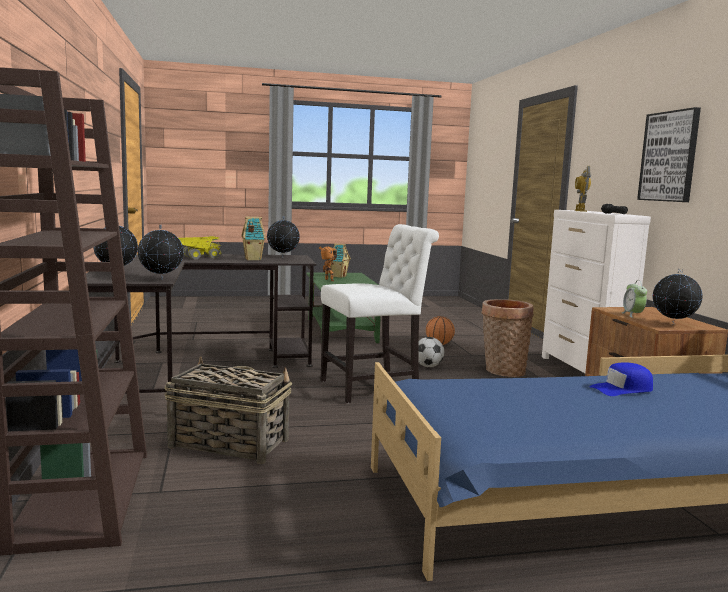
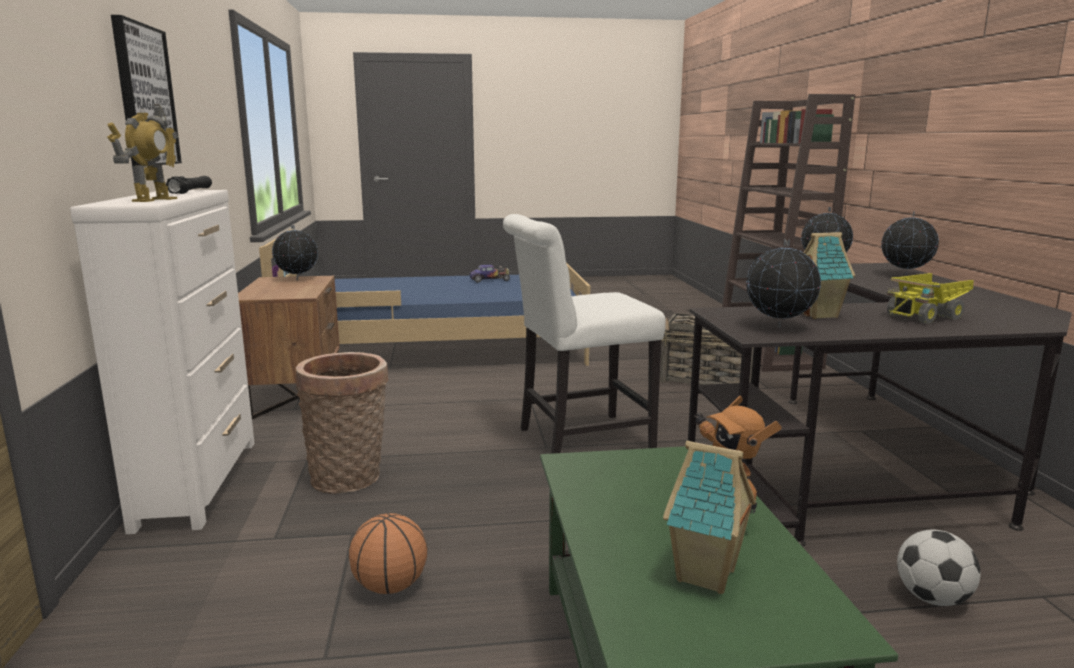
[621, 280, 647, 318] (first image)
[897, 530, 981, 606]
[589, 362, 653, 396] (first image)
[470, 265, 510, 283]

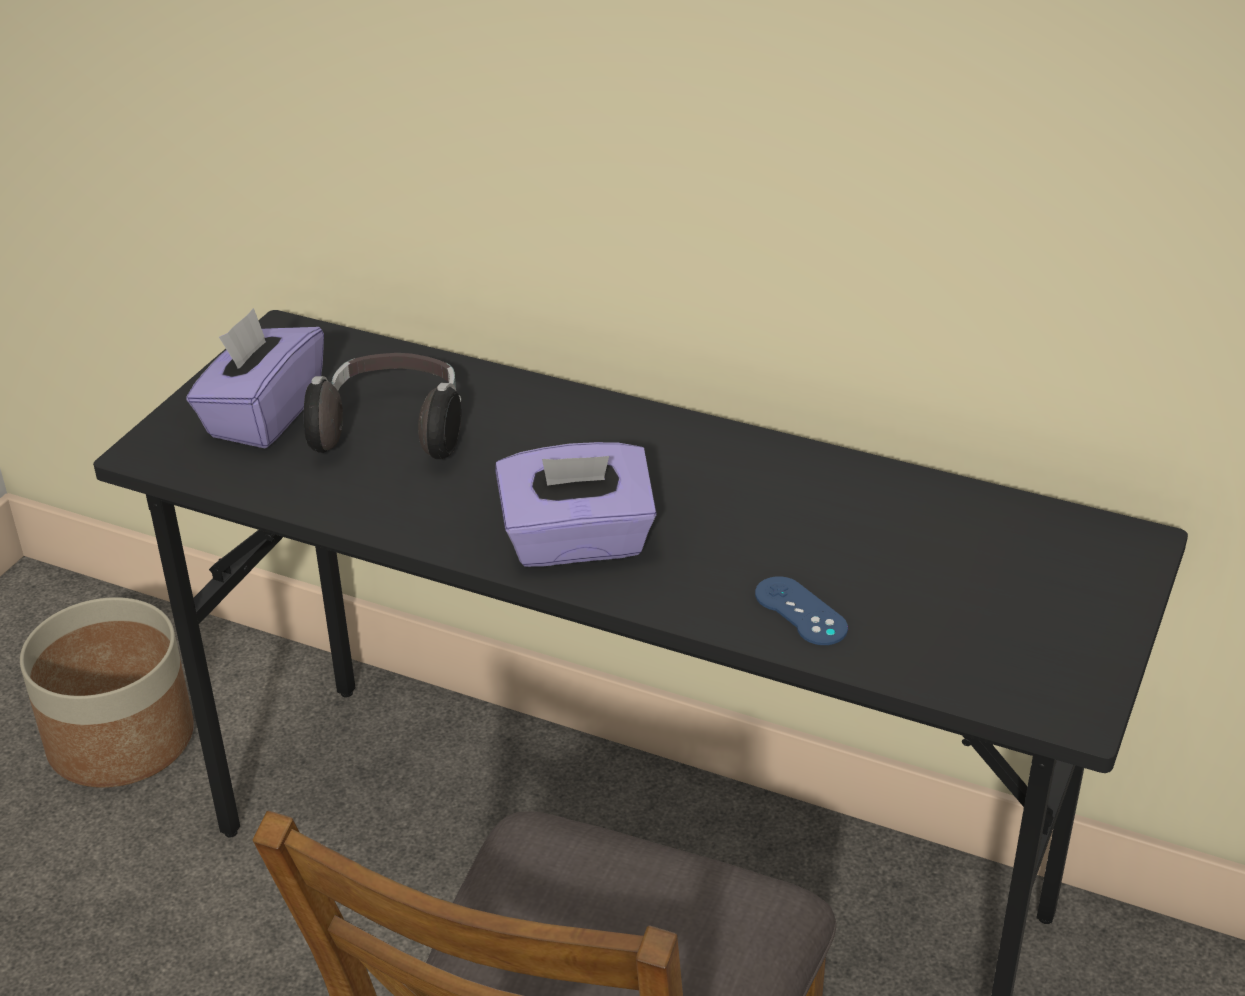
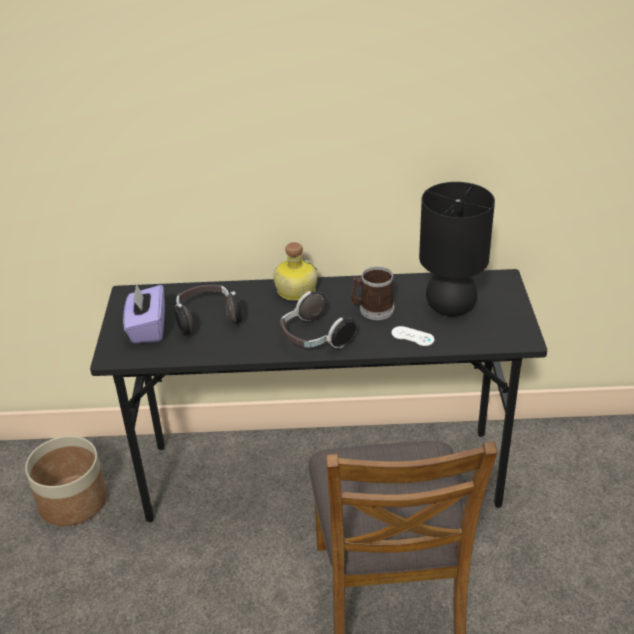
[280, 291, 356, 348]
[392, 326, 434, 346]
[419, 182, 495, 316]
[273, 242, 318, 301]
[351, 267, 394, 320]

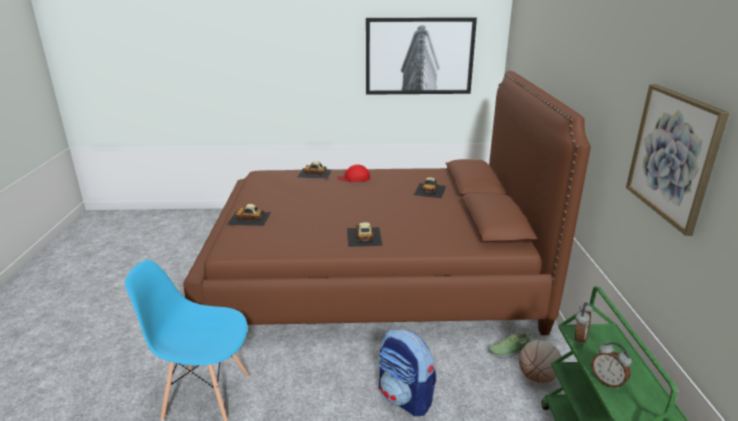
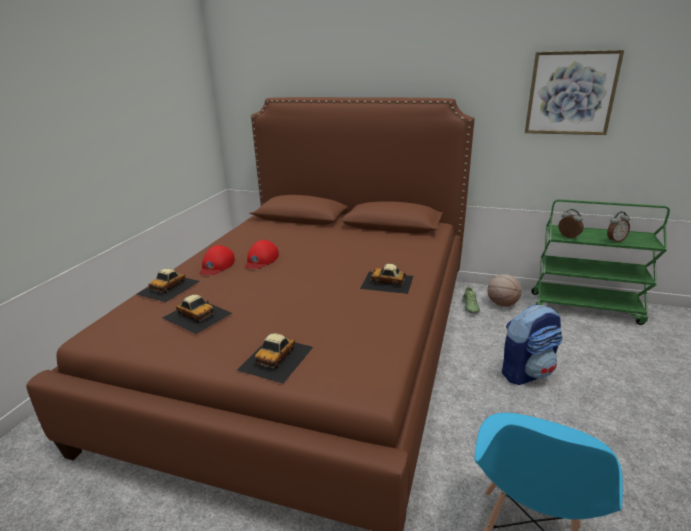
[366, 17, 477, 95] (first image)
[162, 294, 232, 334]
[245, 240, 279, 269]

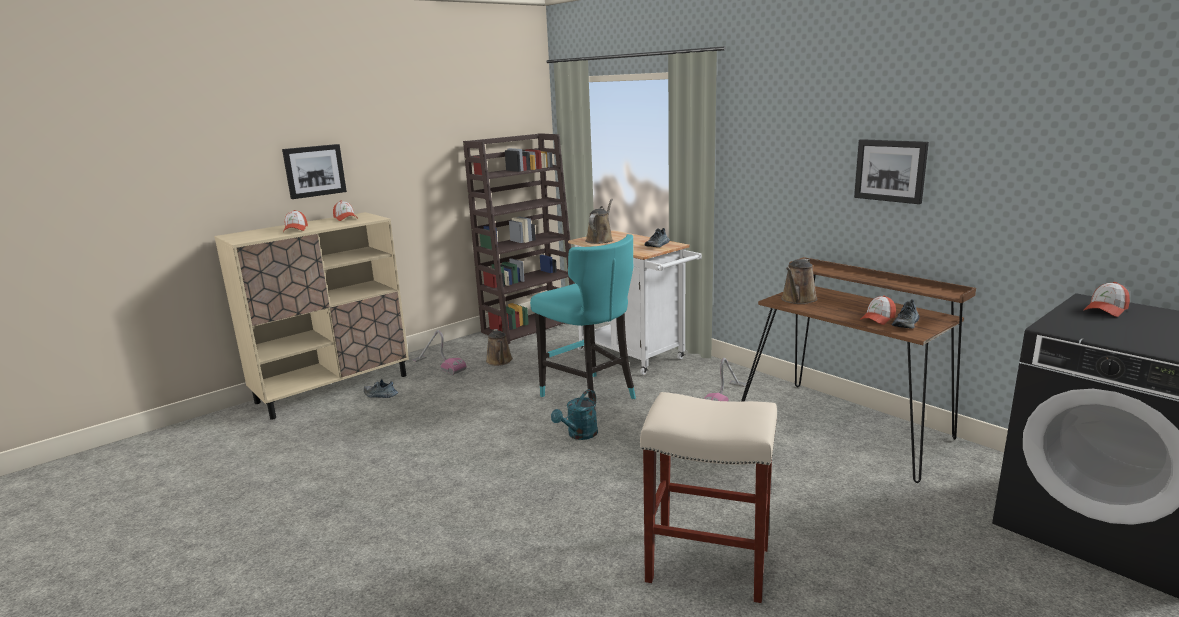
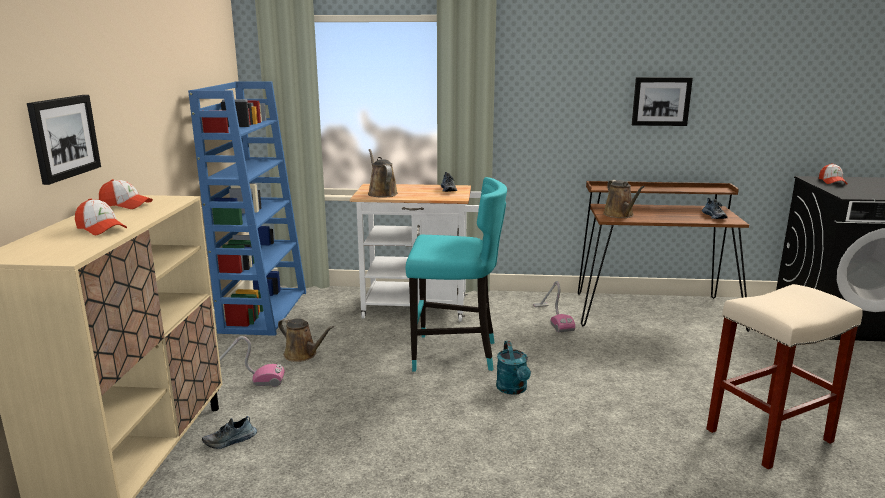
[188, 81, 306, 336]
[860, 295, 896, 325] (first image)

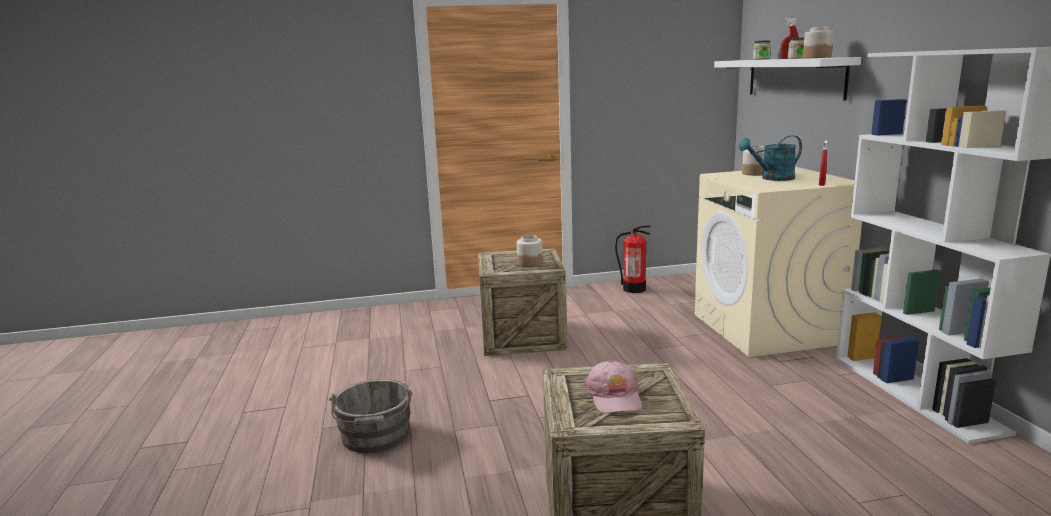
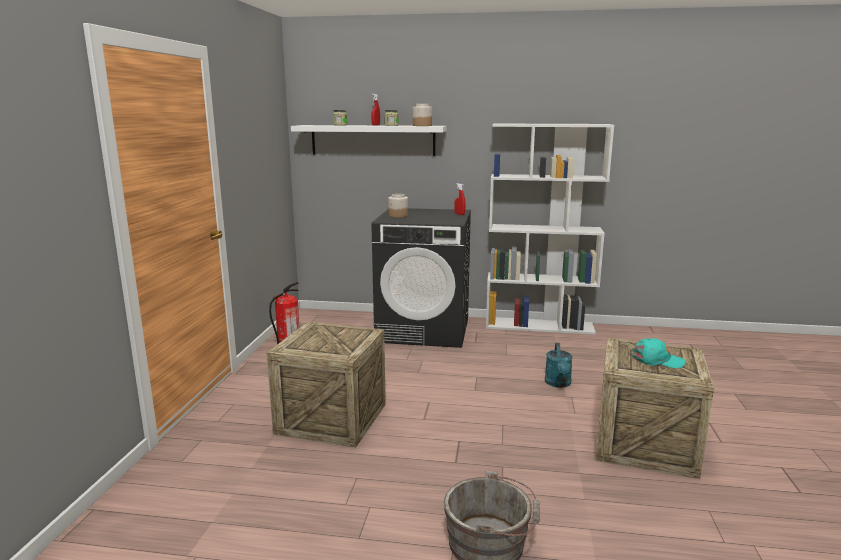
[545, 343, 573, 388]
[371, 208, 471, 348]
[517, 235, 543, 267] (first image)
[632, 338, 685, 368]

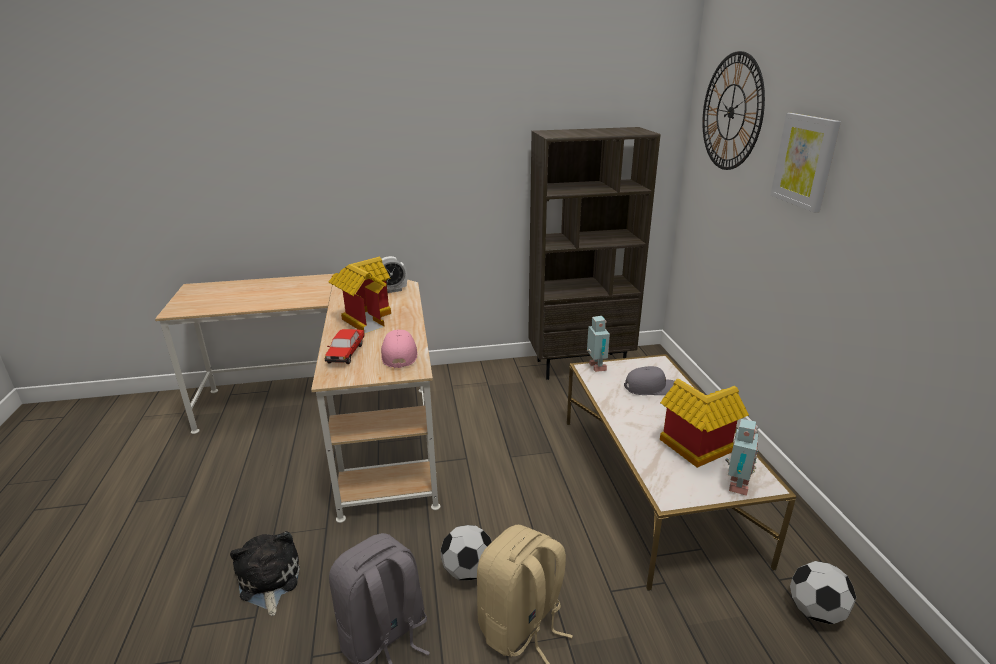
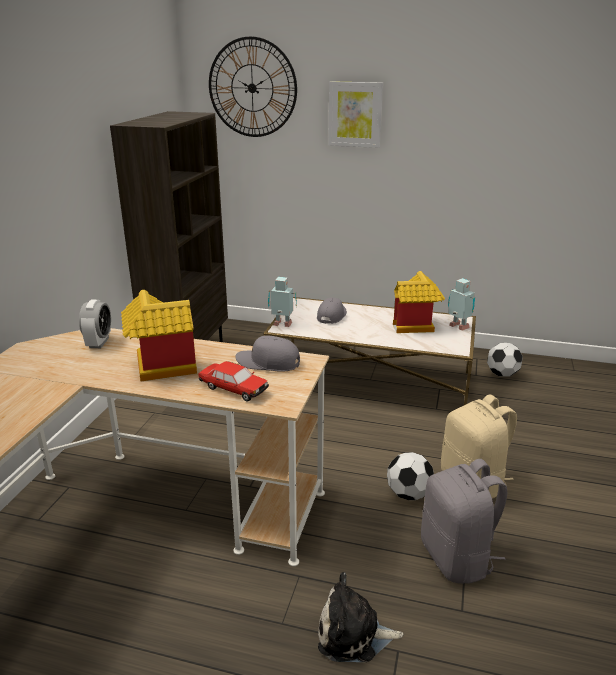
[235, 336, 300, 372]

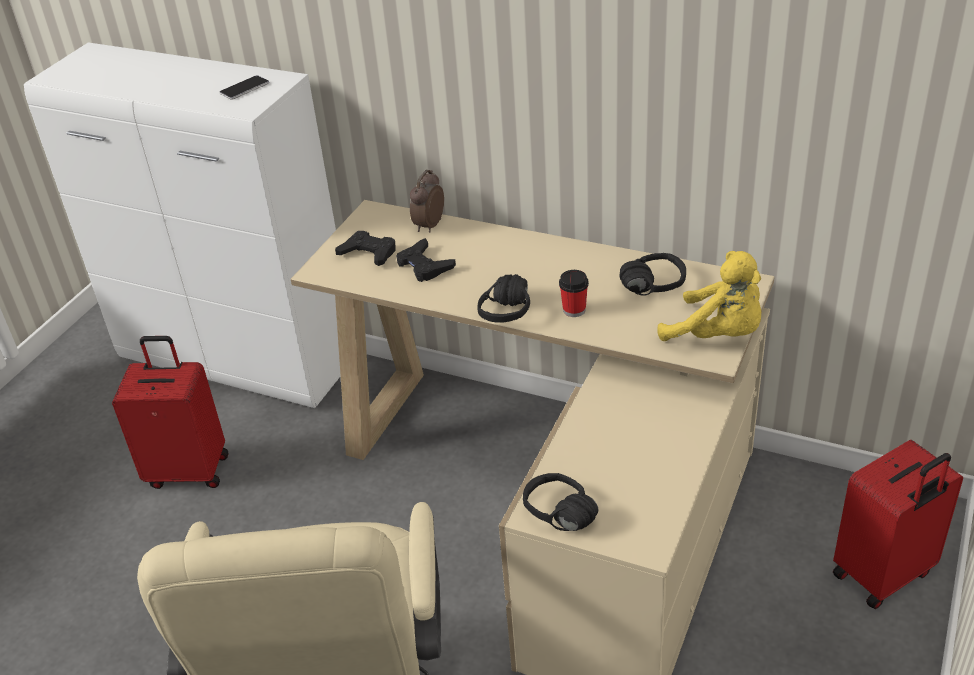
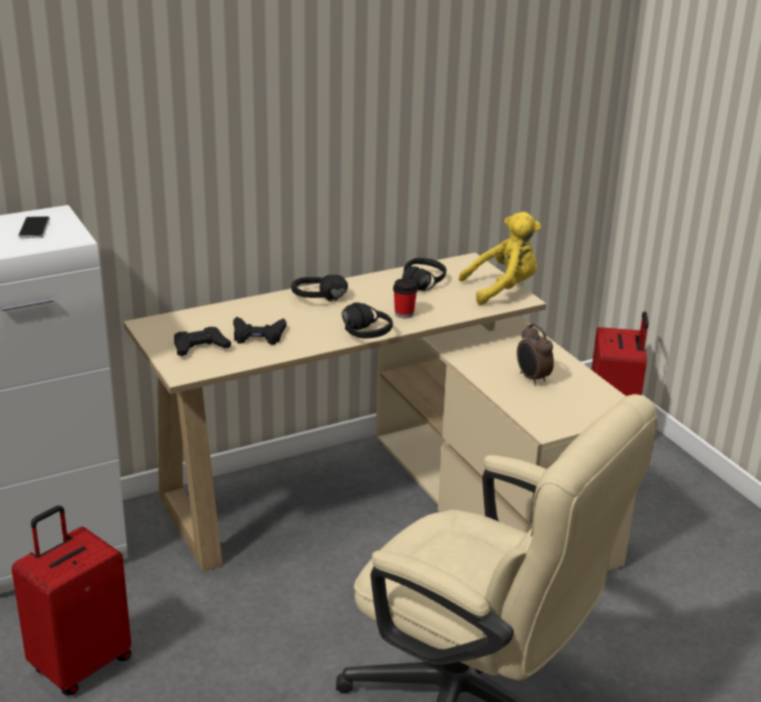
[517, 323, 554, 386]
[292, 275, 348, 301]

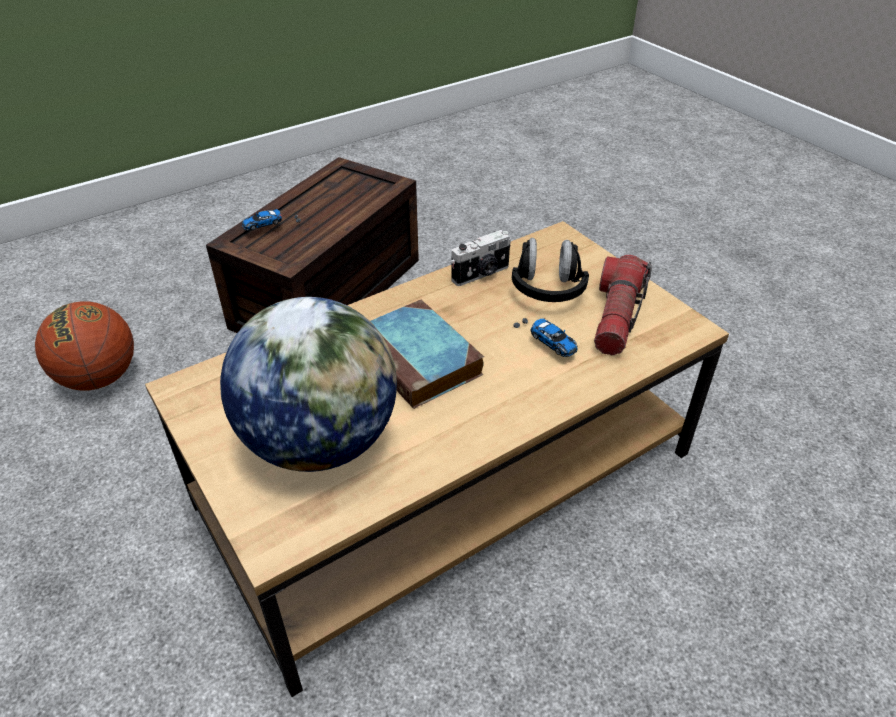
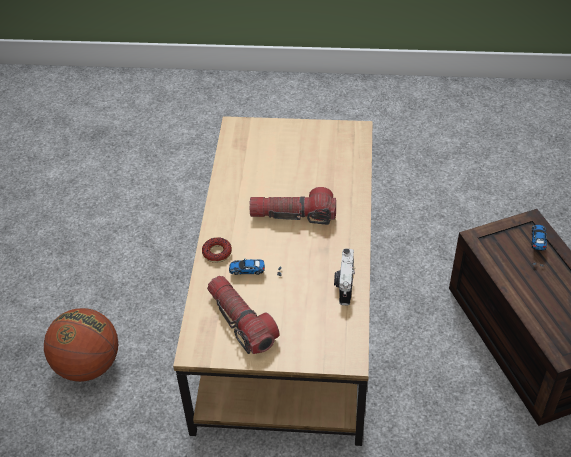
[512, 238, 589, 302] (first image)
[220, 297, 397, 472] (first image)
[249, 187, 336, 225]
[44, 308, 118, 382]
[202, 237, 232, 263]

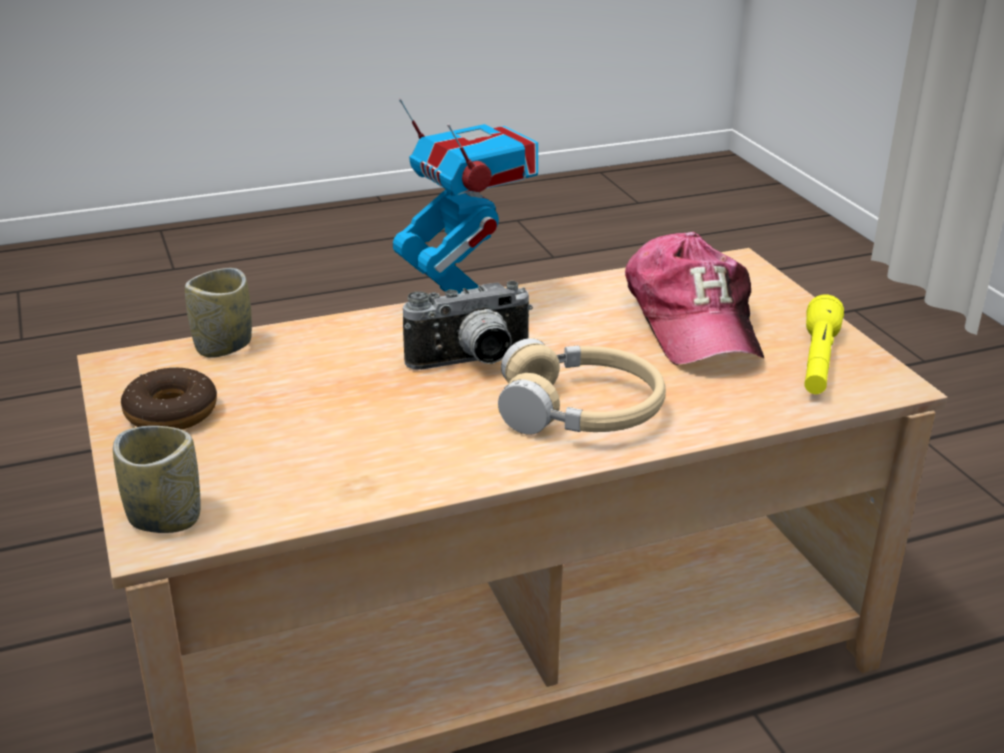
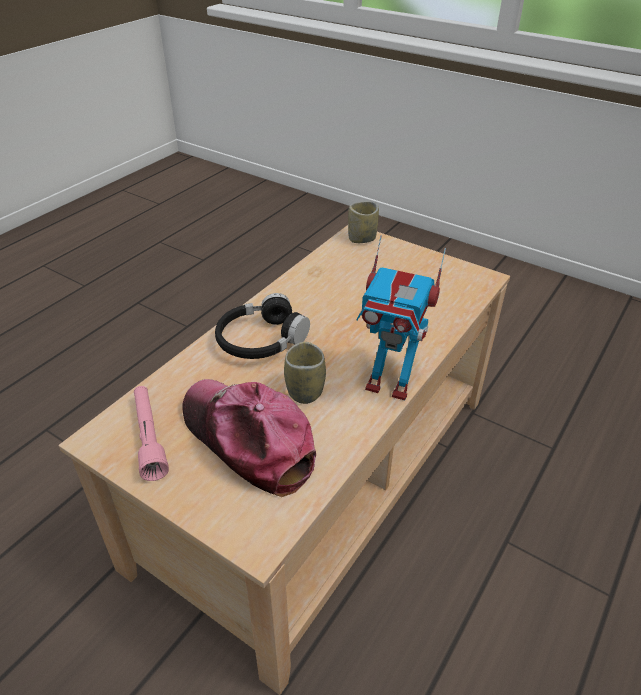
[284, 342, 326, 404]
[403, 281, 533, 370] (first image)
[134, 386, 169, 481]
[215, 293, 310, 359]
[121, 367, 217, 430] (first image)

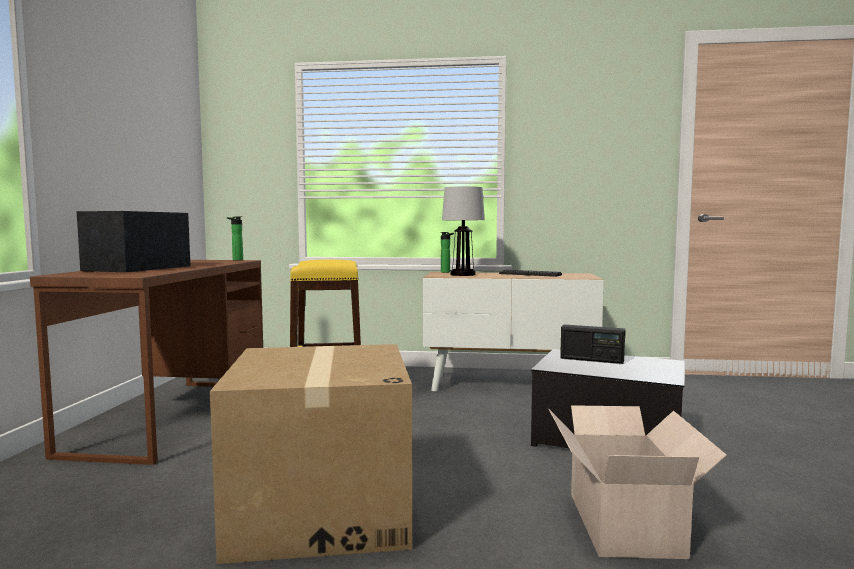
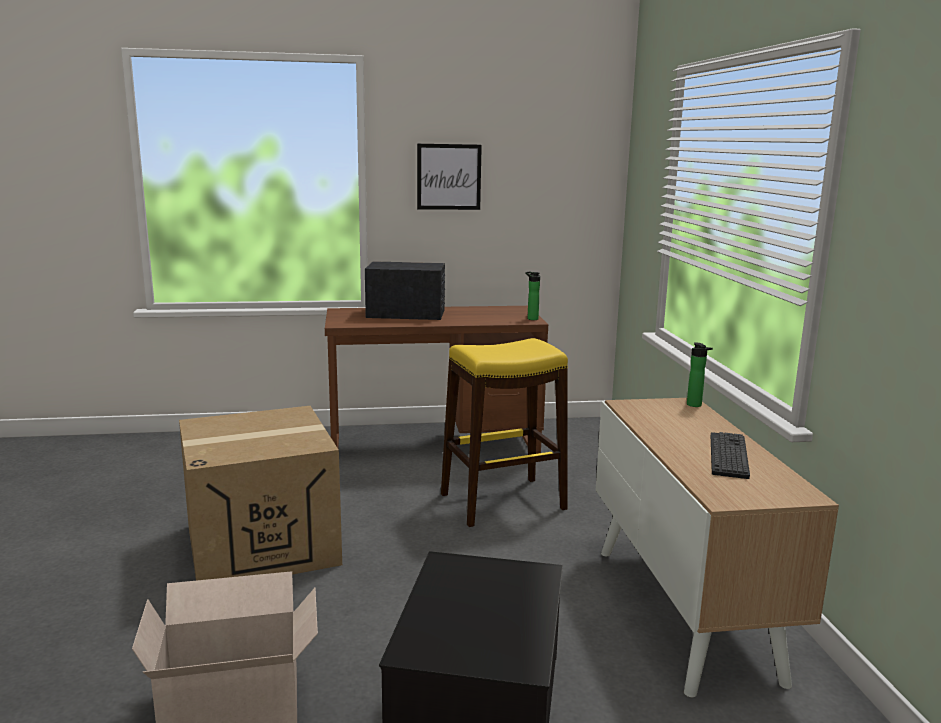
[442, 186, 485, 276] (first image)
[560, 325, 625, 364] (first image)
[417, 144, 482, 210]

